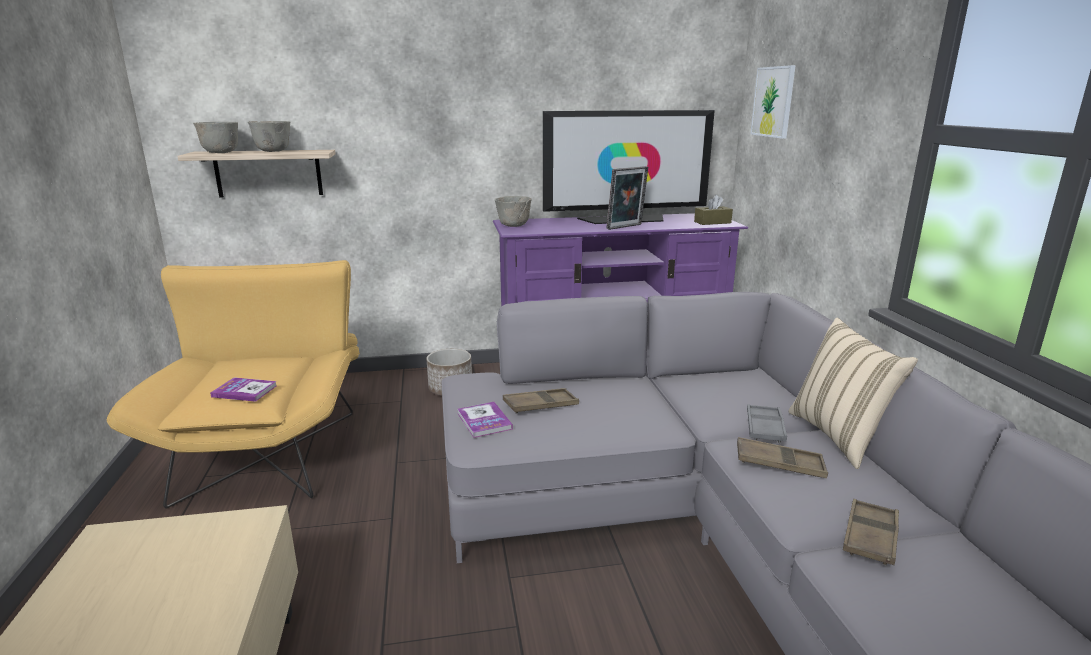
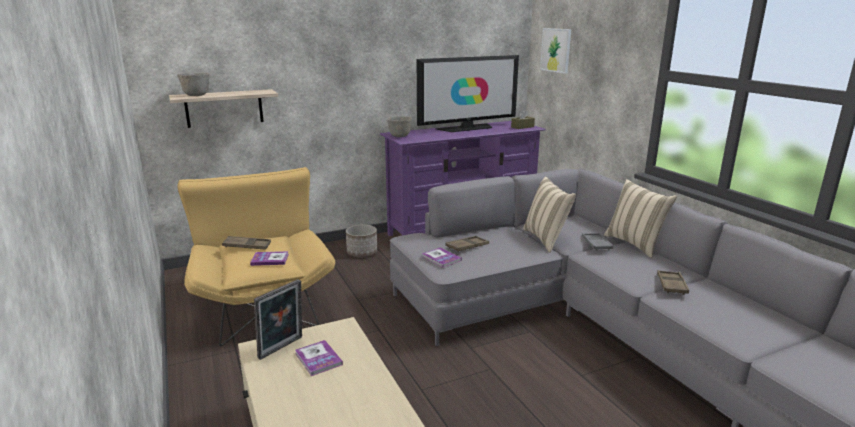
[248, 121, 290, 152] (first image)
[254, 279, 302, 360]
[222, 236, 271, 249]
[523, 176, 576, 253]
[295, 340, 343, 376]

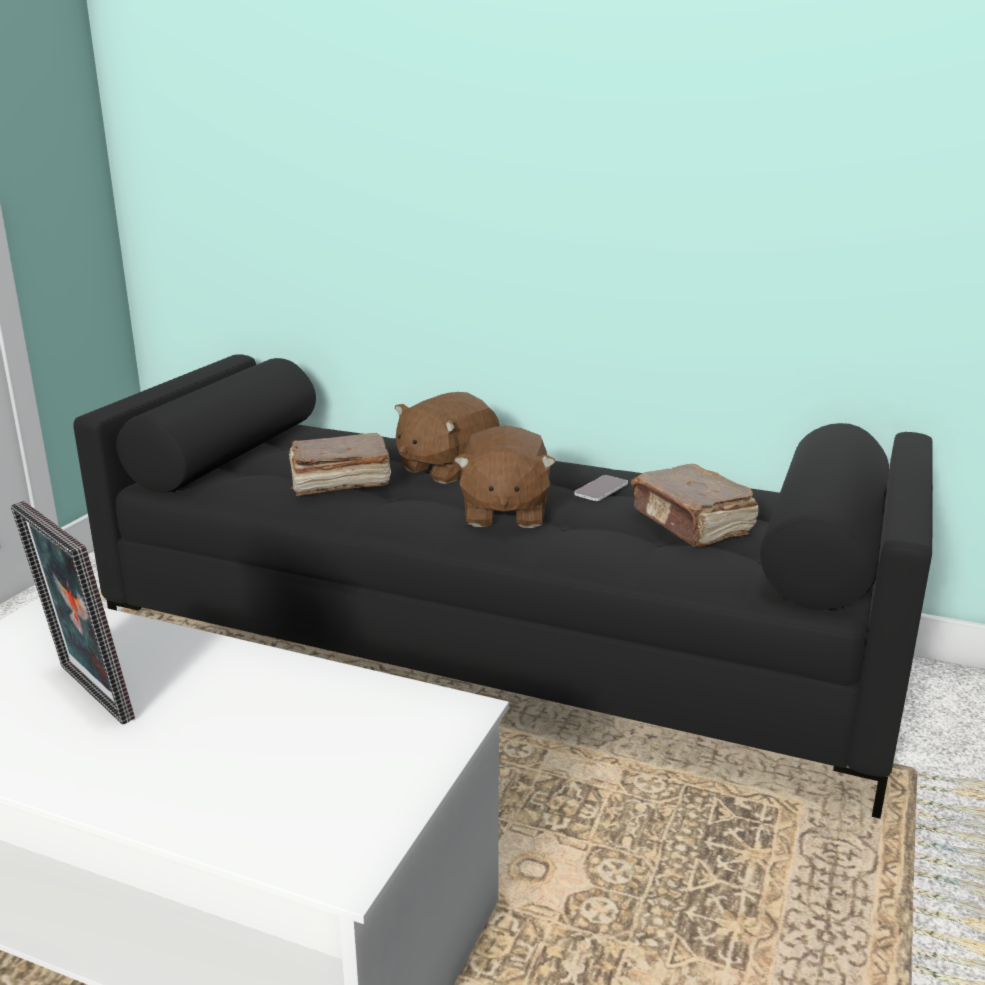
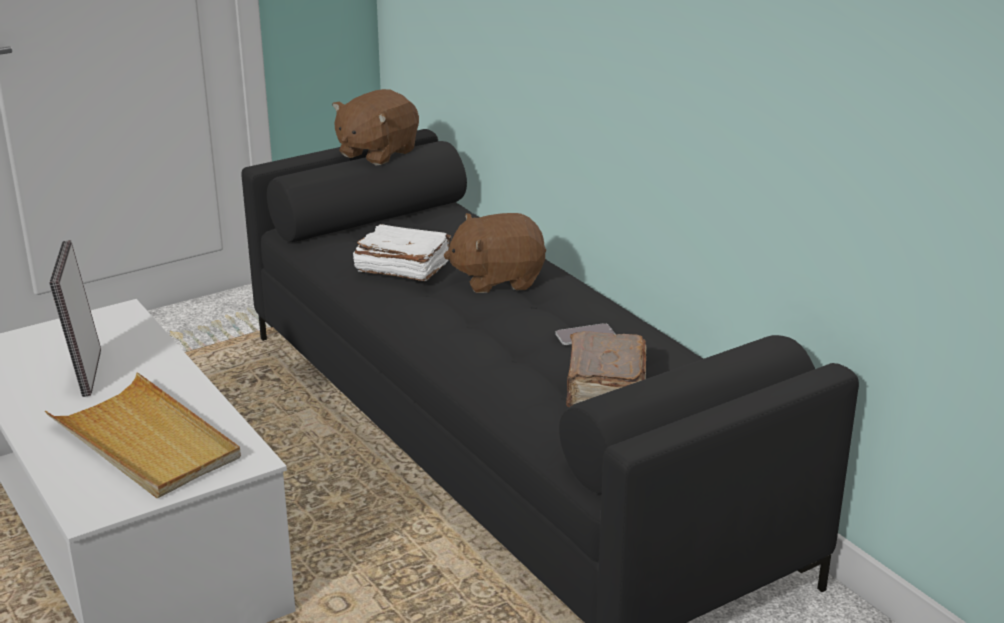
[332, 89, 419, 166]
[353, 224, 452, 281]
[45, 372, 241, 498]

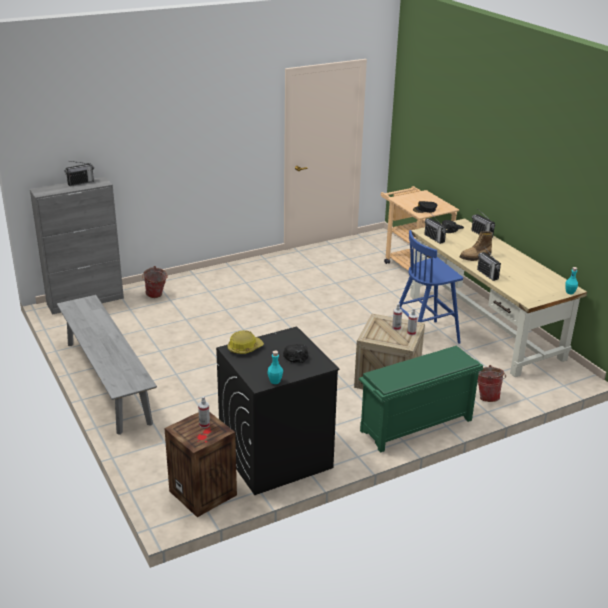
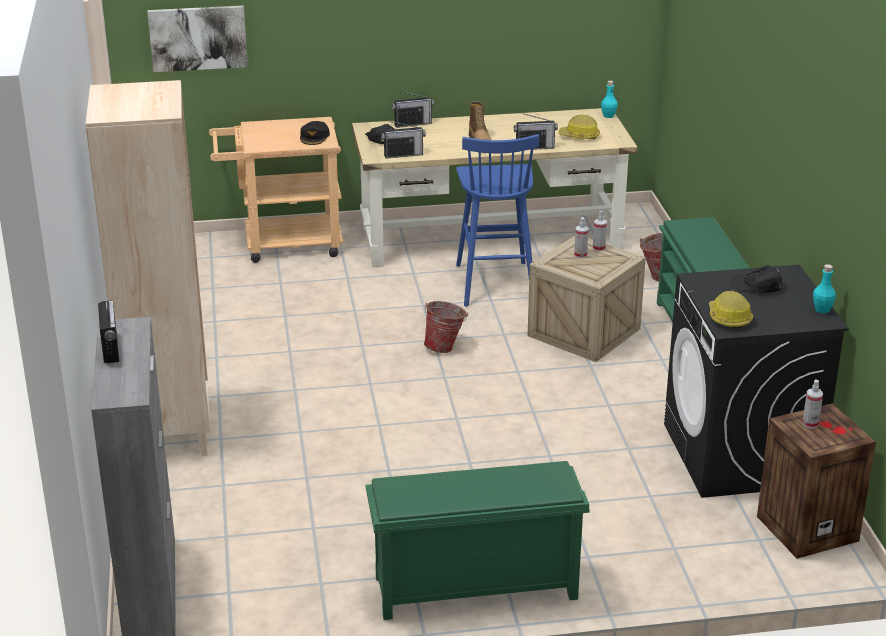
[424, 301, 468, 353]
[366, 461, 590, 620]
[147, 5, 248, 72]
[85, 80, 210, 456]
[558, 115, 600, 139]

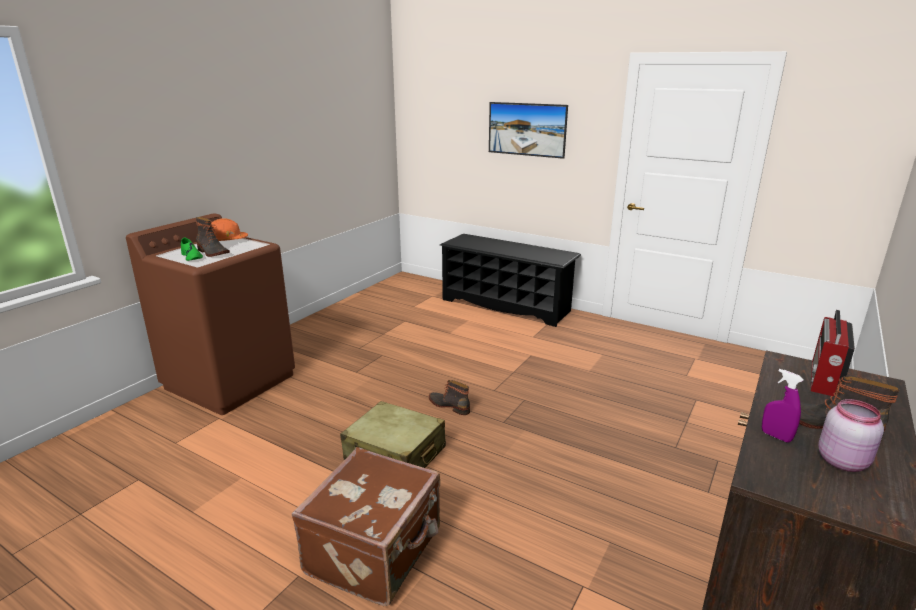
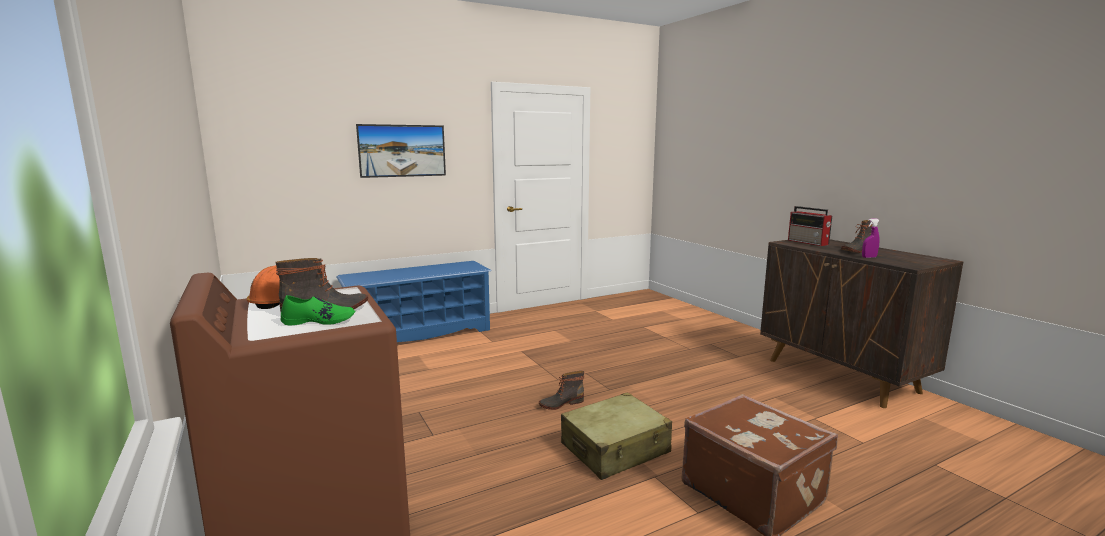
[336, 261, 491, 342]
[818, 399, 884, 472] (first image)

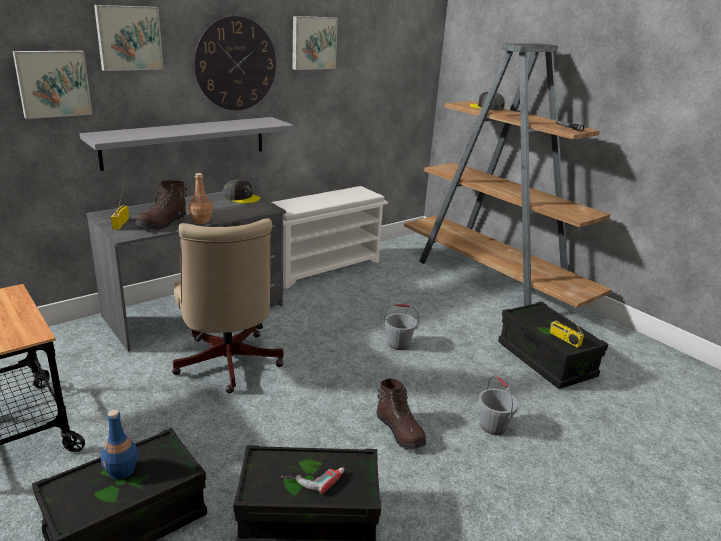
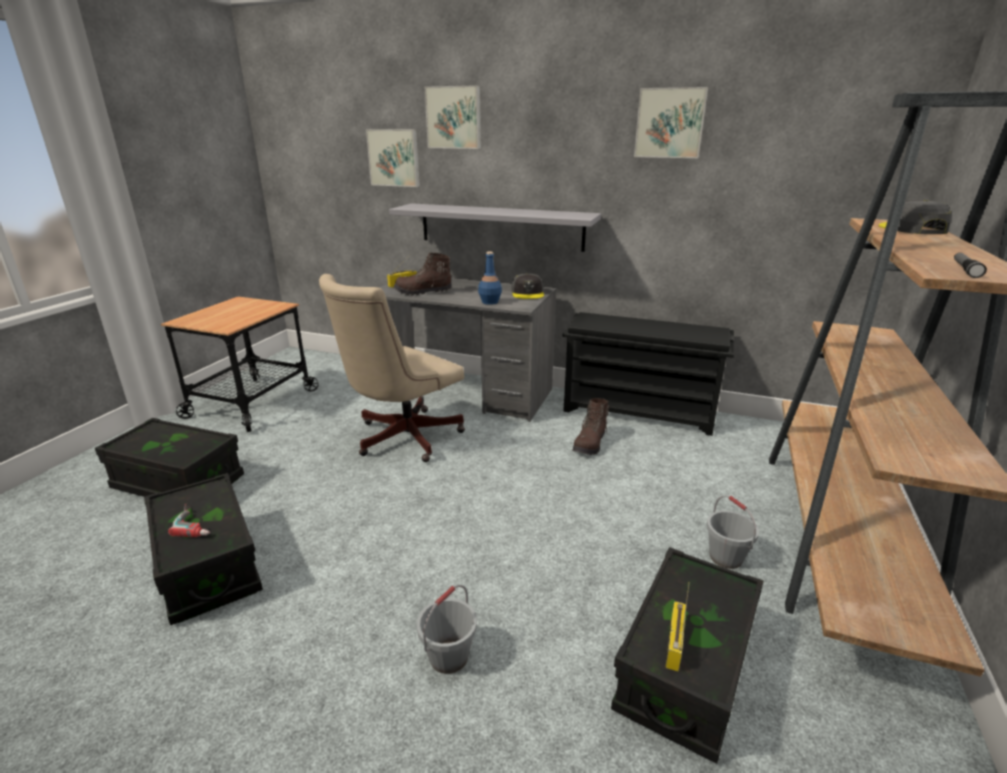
[194, 16, 276, 110] (first image)
[189, 173, 213, 224] (first image)
[563, 312, 734, 436]
[706, 495, 759, 569]
[572, 398, 610, 455]
[478, 252, 502, 305]

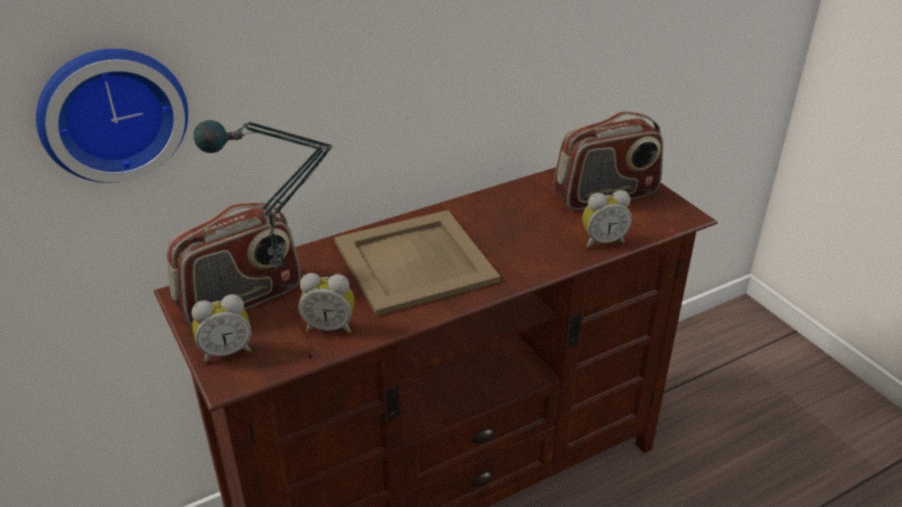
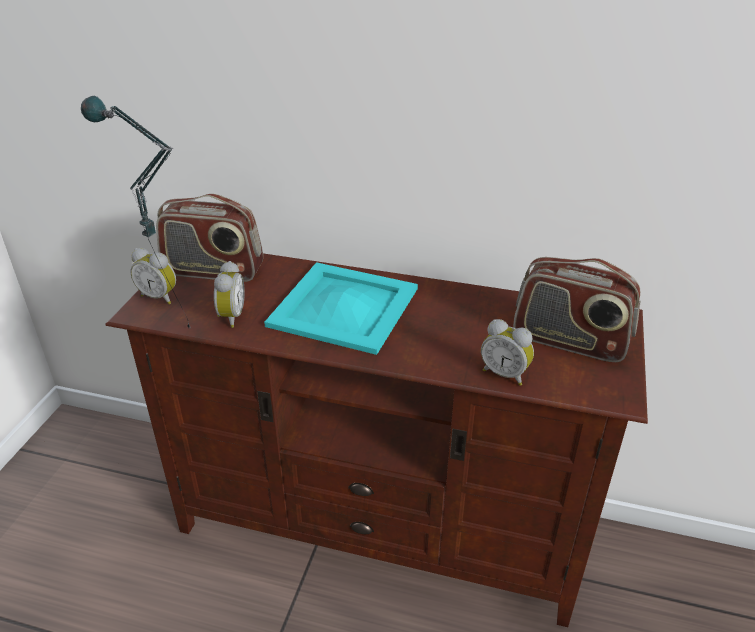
[36, 49, 188, 183] (first image)
[264, 262, 418, 355]
[214, 261, 245, 328]

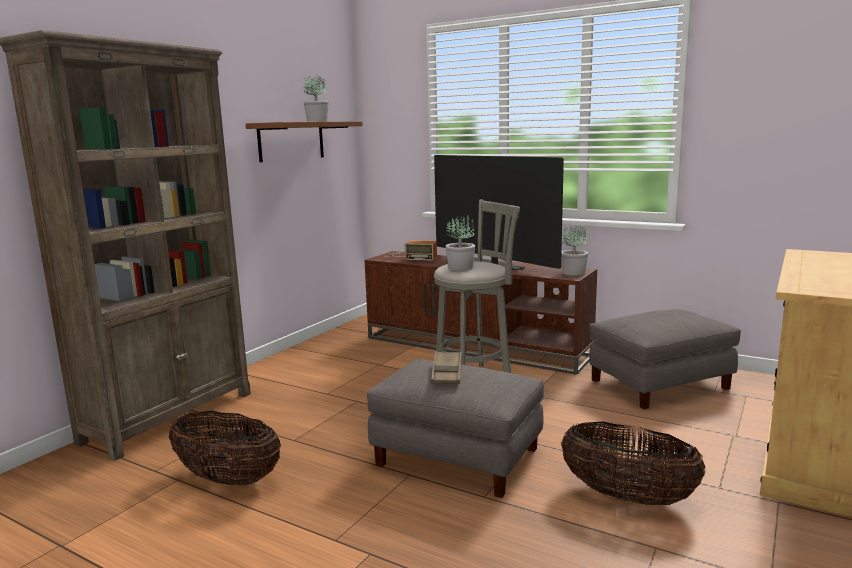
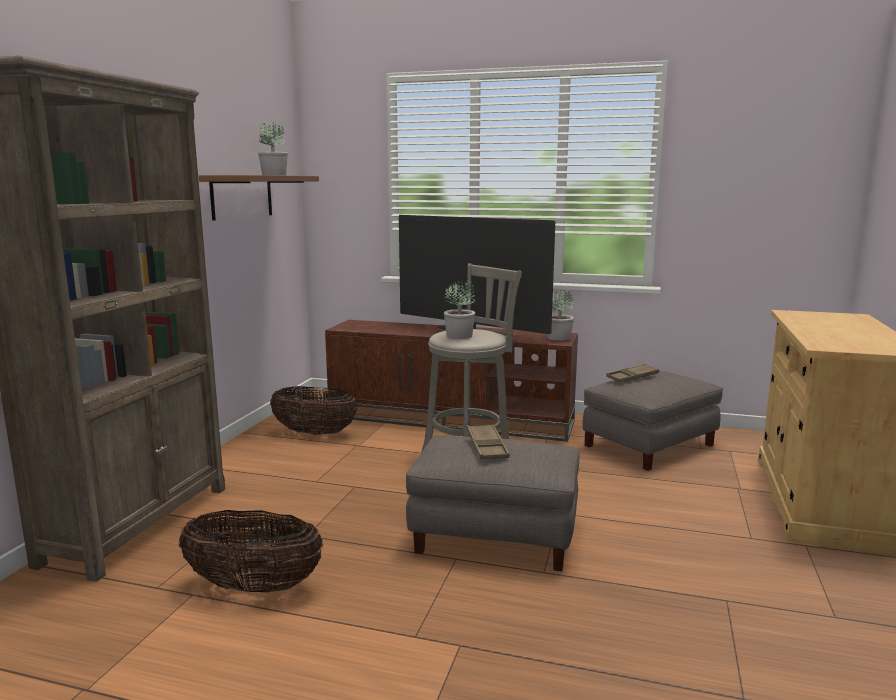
[385, 241, 437, 261] (first image)
[270, 386, 358, 435]
[606, 364, 659, 382]

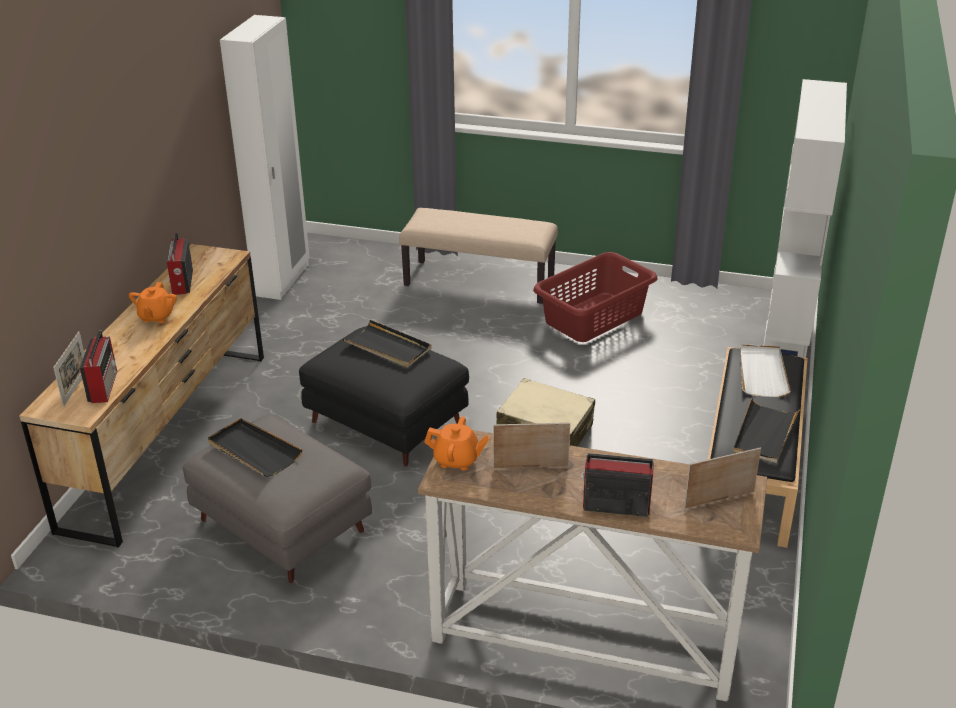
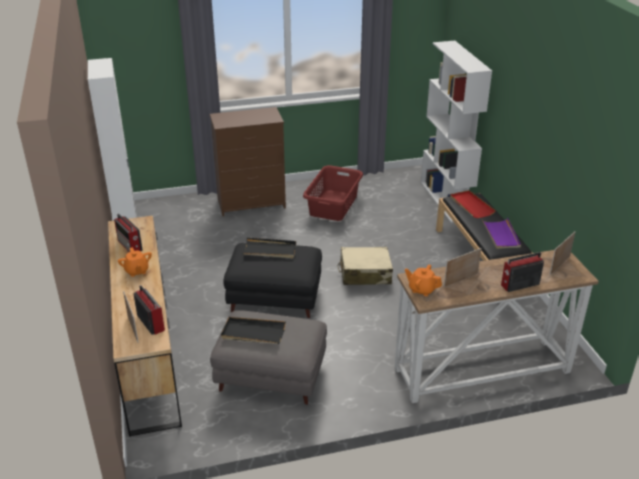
[210, 107, 286, 216]
[450, 190, 496, 218]
[482, 218, 521, 249]
[405, 265, 442, 296]

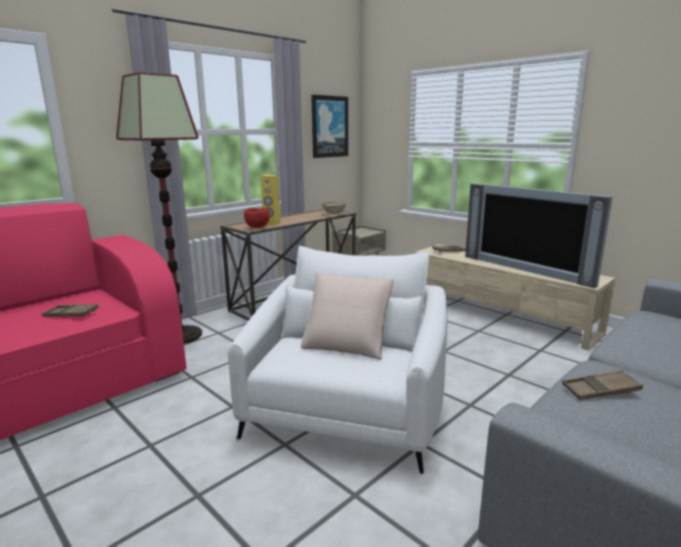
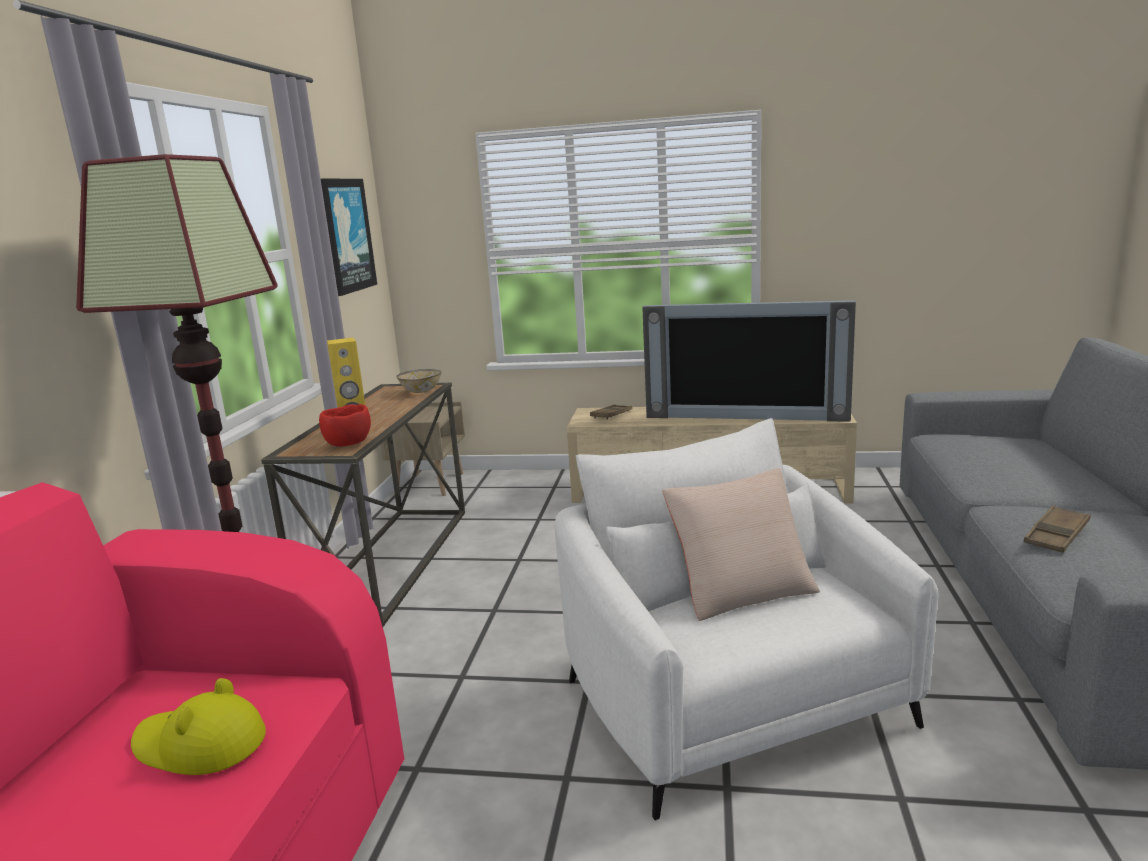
[131, 678, 266, 775]

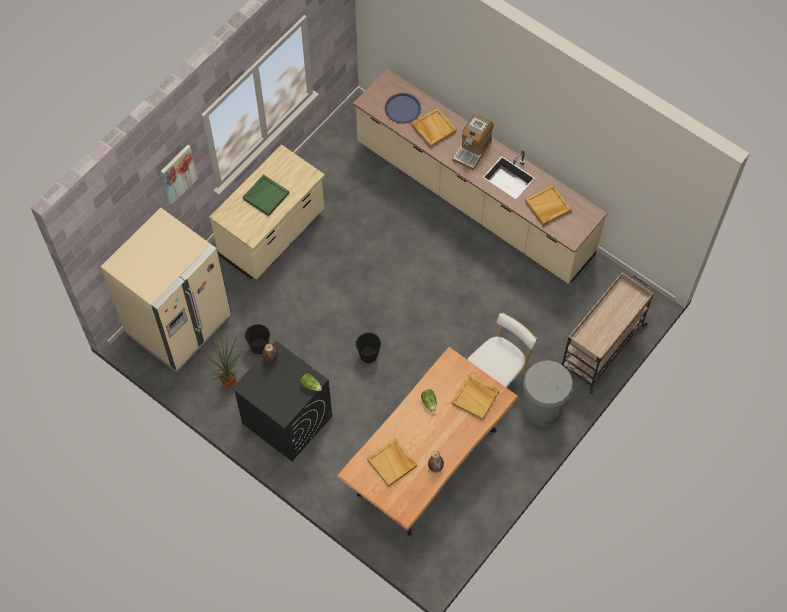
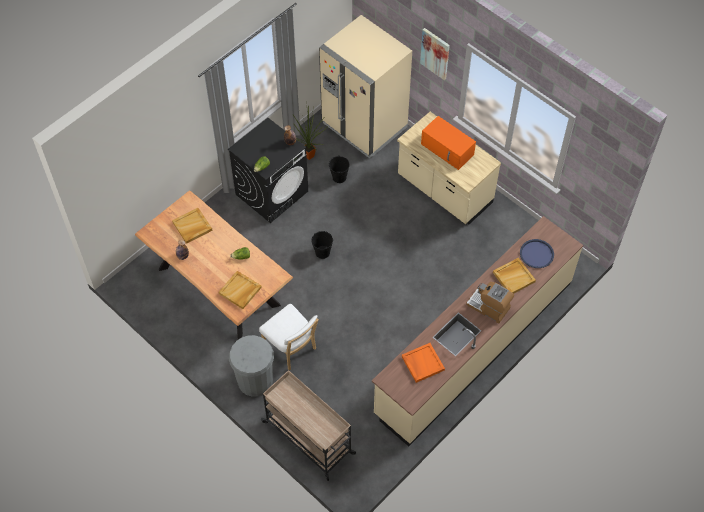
[421, 116, 476, 170]
[402, 343, 445, 383]

